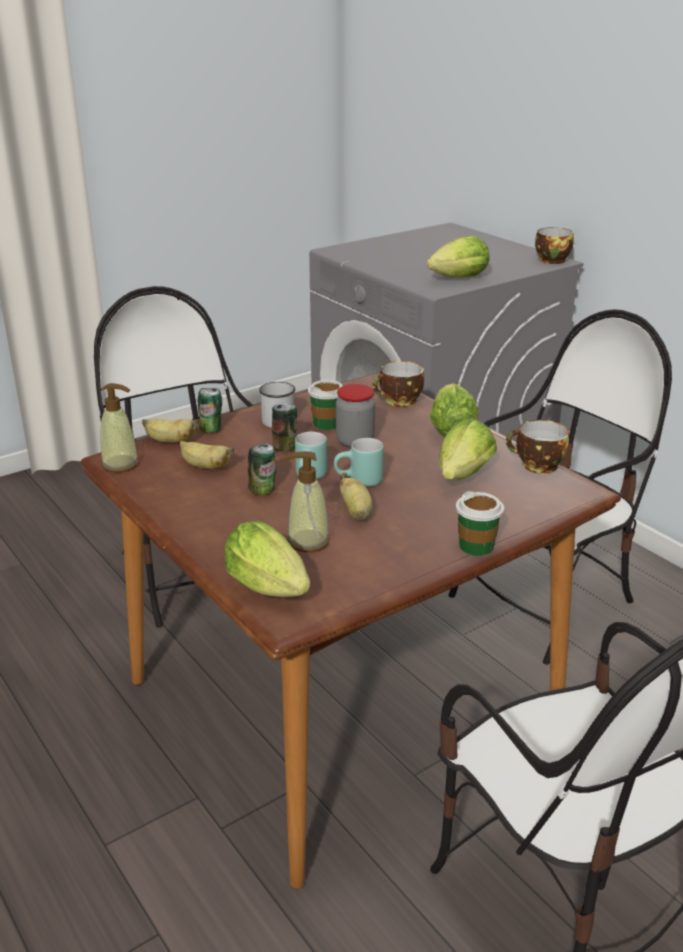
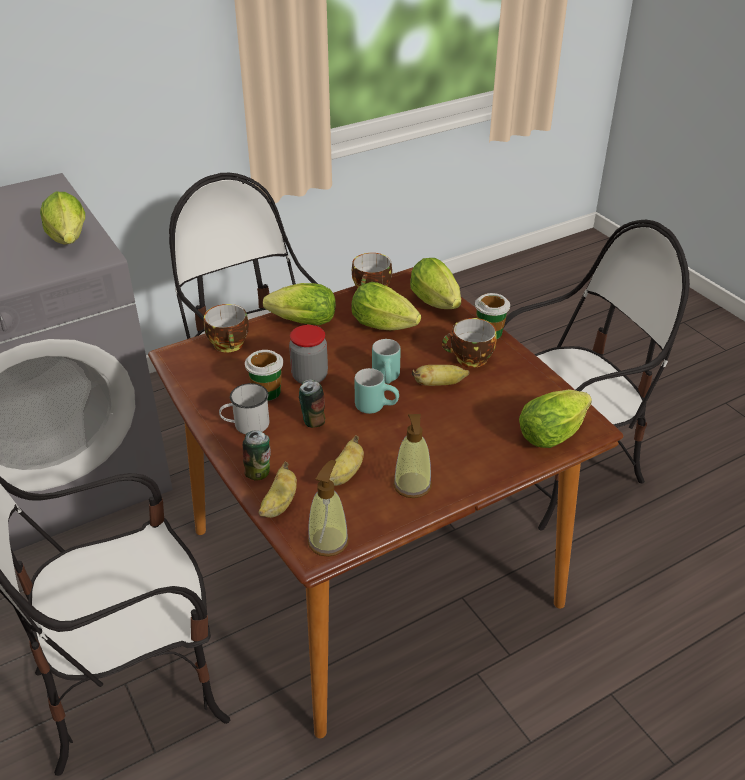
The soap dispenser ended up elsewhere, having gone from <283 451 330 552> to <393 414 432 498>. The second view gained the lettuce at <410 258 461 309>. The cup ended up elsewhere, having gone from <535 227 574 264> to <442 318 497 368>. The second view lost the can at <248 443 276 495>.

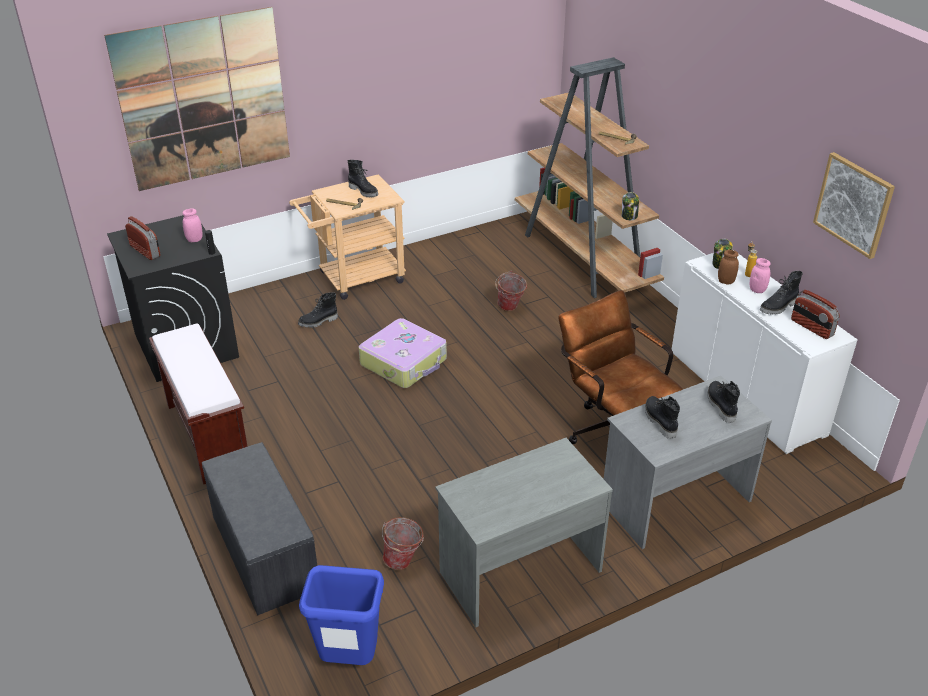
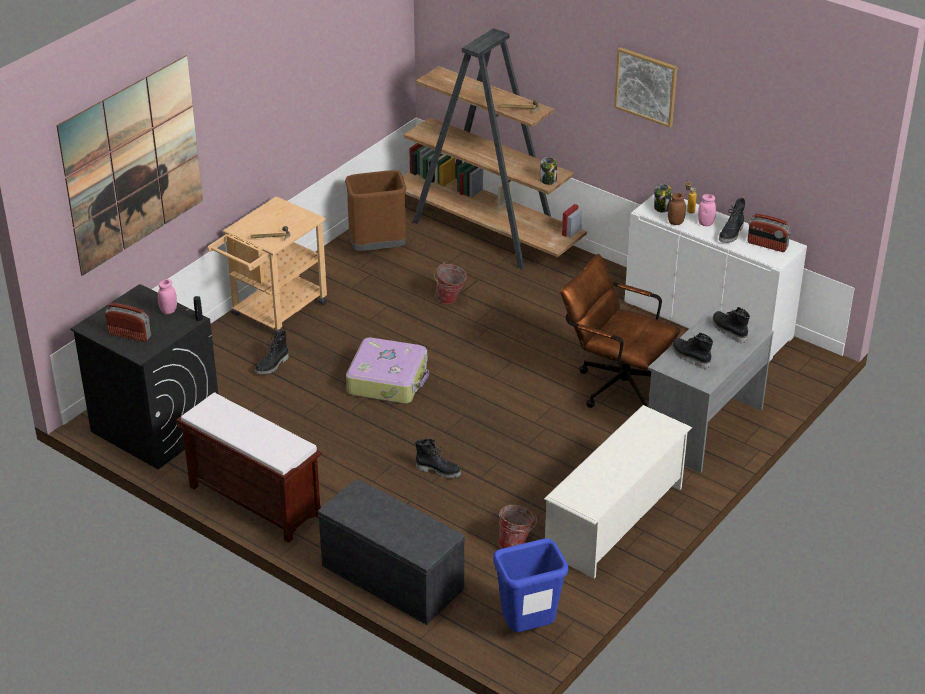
The second view gained the trash can (brown) at <345 170 407 251>. The boot (black) ended up elsewhere, having gone from <348 160 378 198> to <415 439 461 479>. Where the desk (grey) stood at <435 438 613 627>, the shoe rack (white) came to stand at <544 405 692 578>. The picture ended up elsewhere, having gone from <813 152 895 259> to <614 47 677 128>.

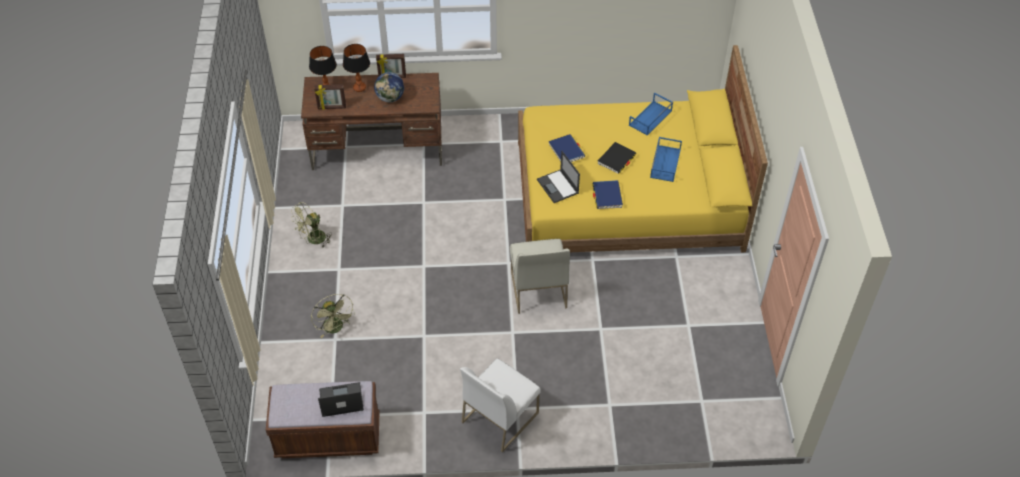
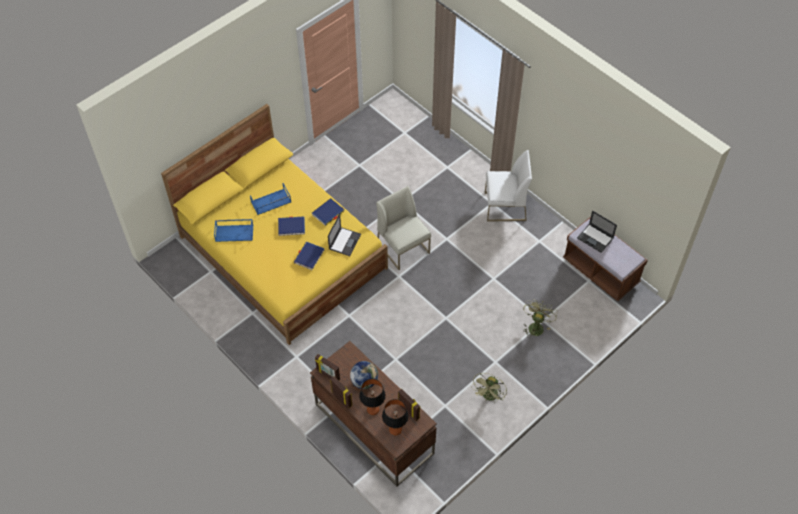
What was the book (black) at <598 142 636 174> turned into the book (blue) at <278 216 305 236>. The second view gained the picture frame at <315 354 340 381>. The chair (white) at <510 239 570 314> ended up facing another way, 75 degrees counterclockwise from before. The fan (green) at <291 202 331 248> ended up facing another way, 105 degrees clockwise from before.

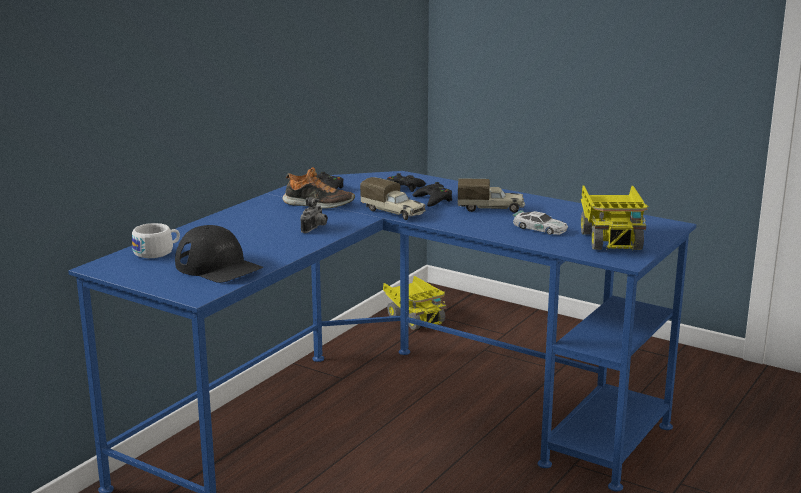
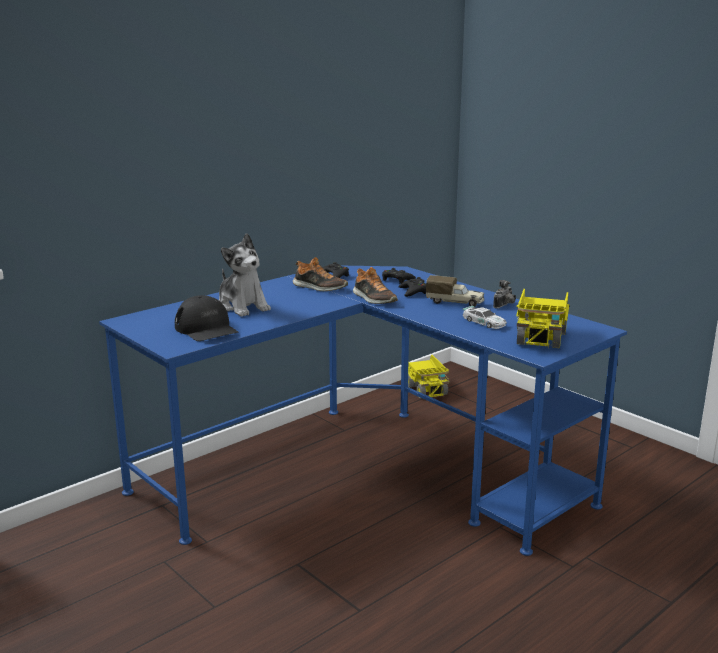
The second view gained the plush toy at <219 233 271 317>. Where the toy truck stood at <360 177 426 220>, the shoe came to stand at <353 267 398 304>. The photo camera ended up elsewhere, having gone from <301 197 327 233> to <493 280 516 308>. The second view lost the cup (white) at <132 223 180 258>.

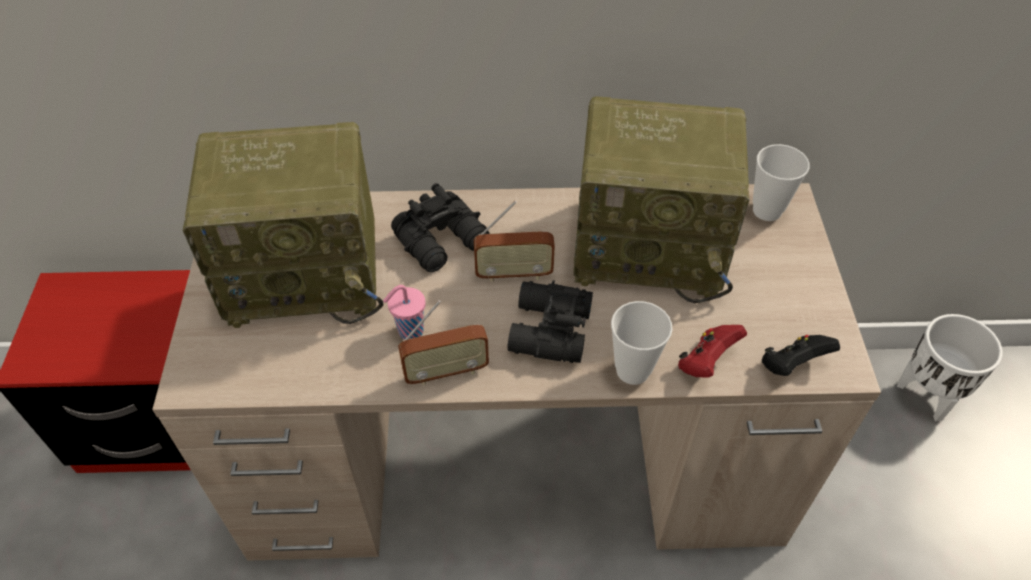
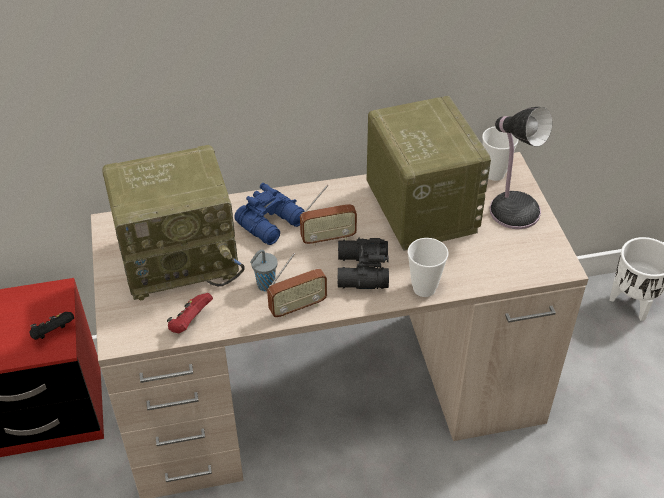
The game controller (black) ended up elsewhere, having gone from <762 335 840 376> to <29 312 74 340>. The game controller (red) ended up elsewhere, having gone from <678 325 747 377> to <167 293 213 333>. What was the binoculars (black) at <391 183 490 272> turned into the binoculars (blue) at <234 183 304 245>. What was the cup (pink) at <383 285 426 339> turned into the cup (grey) at <250 249 278 292>. The radio at <573 96 749 303> ended up facing another way, 105 degrees counterclockwise from before. The second view gained the table lamp at <490 107 552 229>.

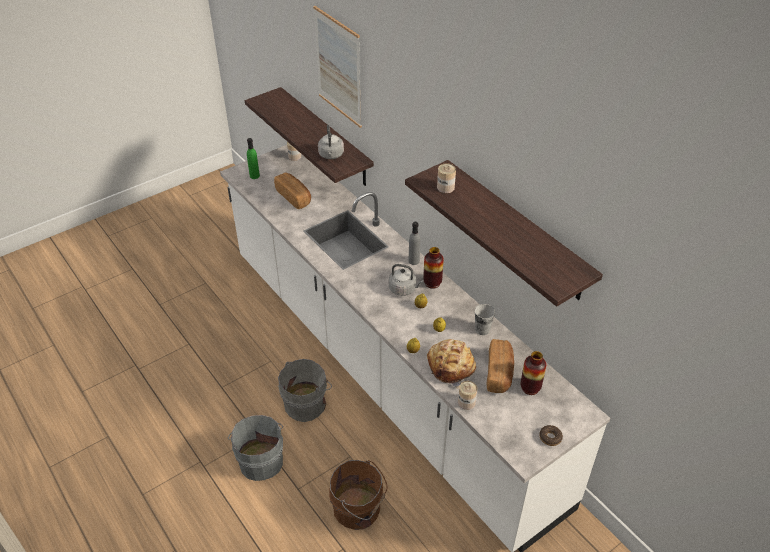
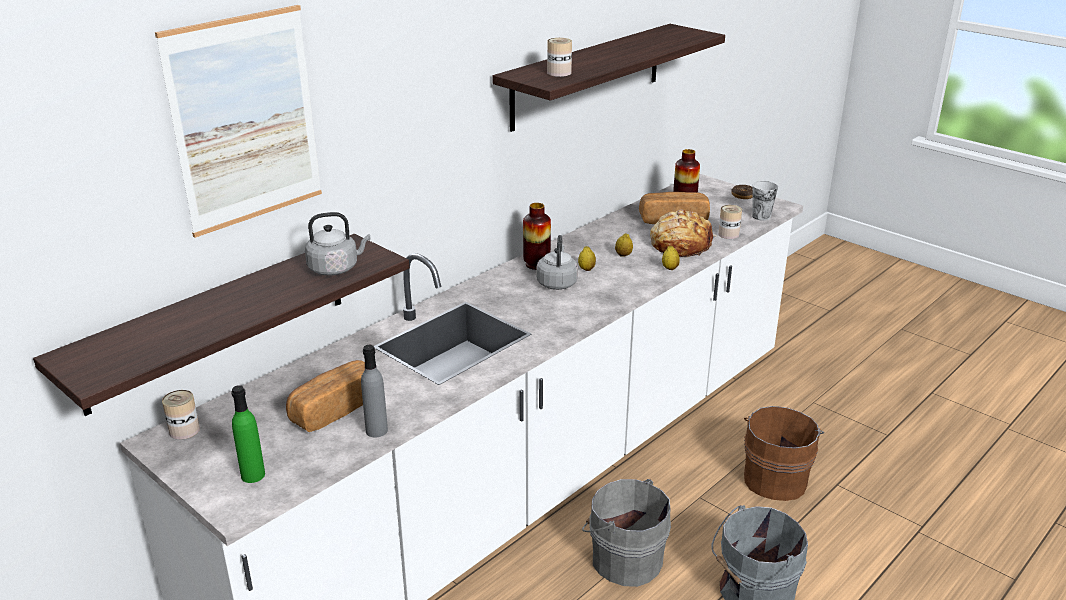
The bottle (grey) ended up elsewhere, having gone from <409 222 420 265> to <361 345 388 437>. The cup ended up elsewhere, having gone from <475 304 495 335> to <752 181 778 221>.

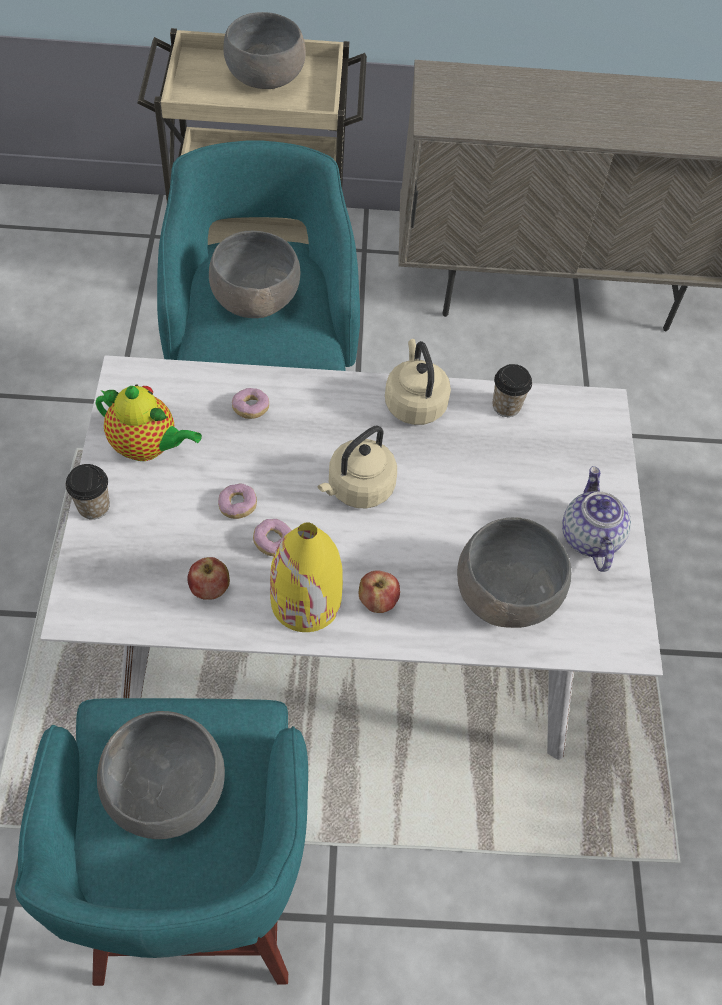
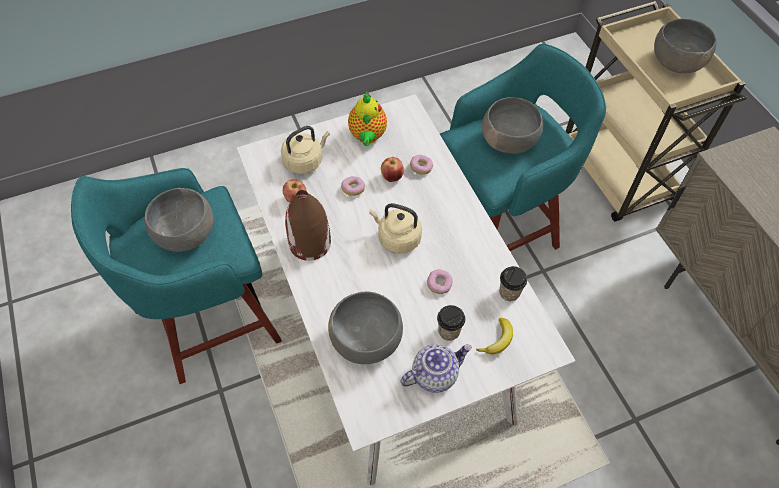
The kettle (beige) ended up elsewhere, having gone from <385 339 451 425> to <281 126 330 174>. What was the vase (yellow) at <270 522 343 632> turned into the vase (brown) at <285 190 331 261>. The apple ended up elsewhere, having gone from <359 570 400 613> to <381 157 404 182>. The donut ended up elsewhere, having gone from <253 519 292 556> to <427 269 453 294>. The cup ended up elsewhere, having gone from <66 464 110 520> to <437 305 465 341>. The second view gained the banana at <476 318 513 354>.

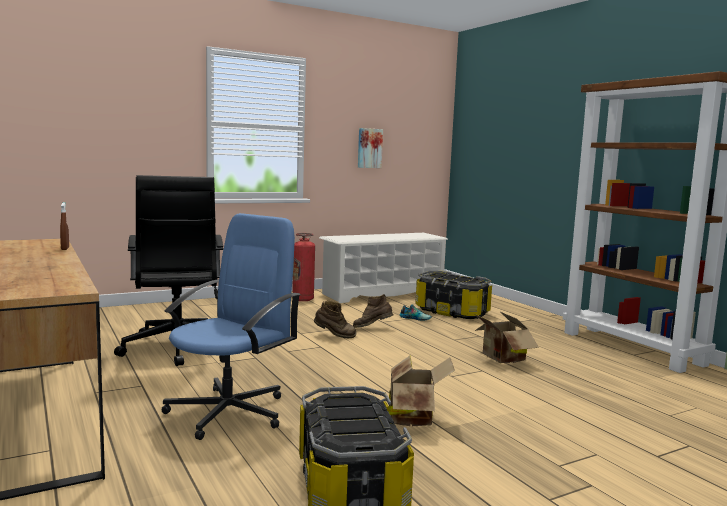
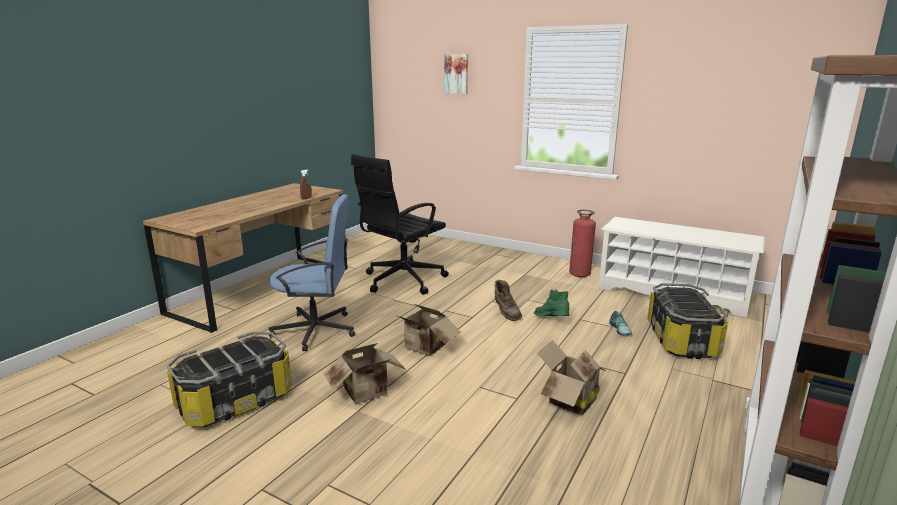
The second view gained the cardboard box at <393 304 461 356>. The picture ended up elsewhere, having gone from <358 128 383 168> to <444 54 468 94>. What was the boot (brown) at <353 294 394 328> turned into the boot (green) at <534 289 569 317>.

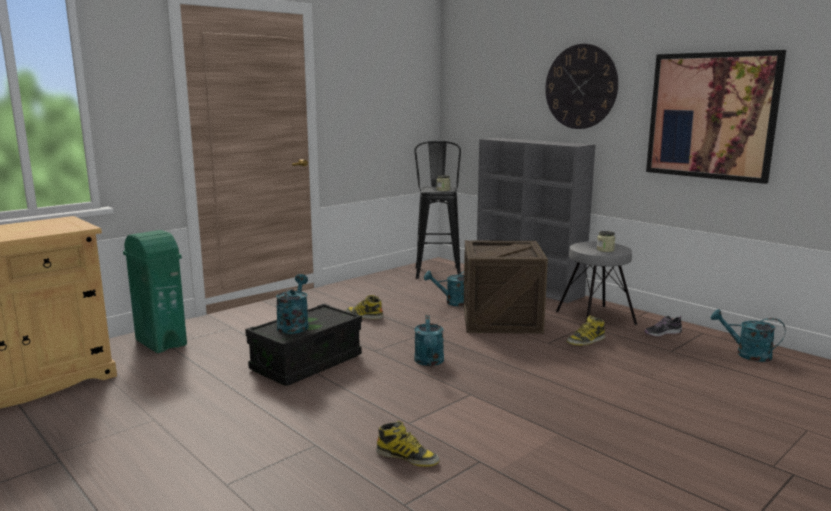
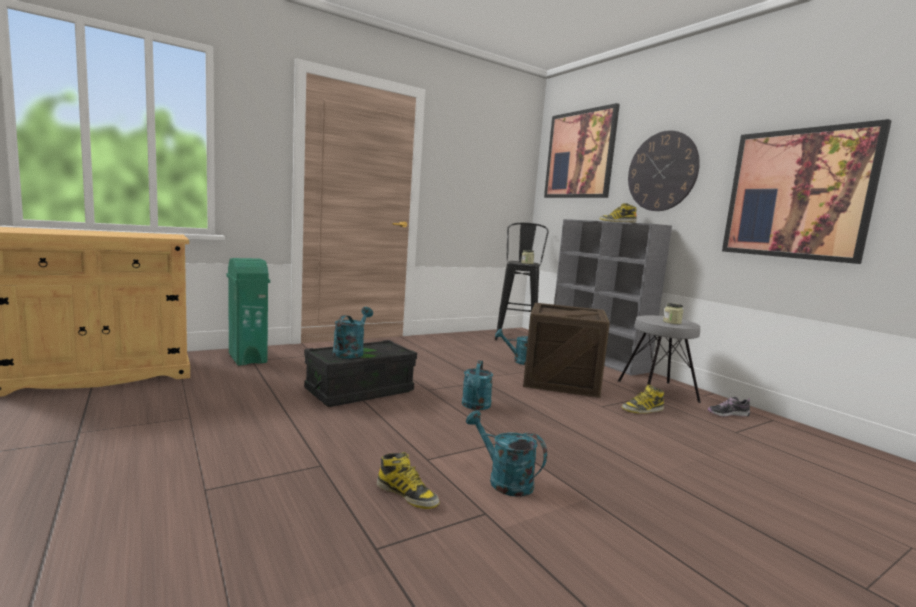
The watering can (turquoise) ended up elsewhere, having gone from <711 309 786 362> to <466 410 547 497>. The second view gained the picture at <544 103 620 198>. The boot ended up elsewhere, having gone from <345 295 384 319> to <600 203 637 222>.

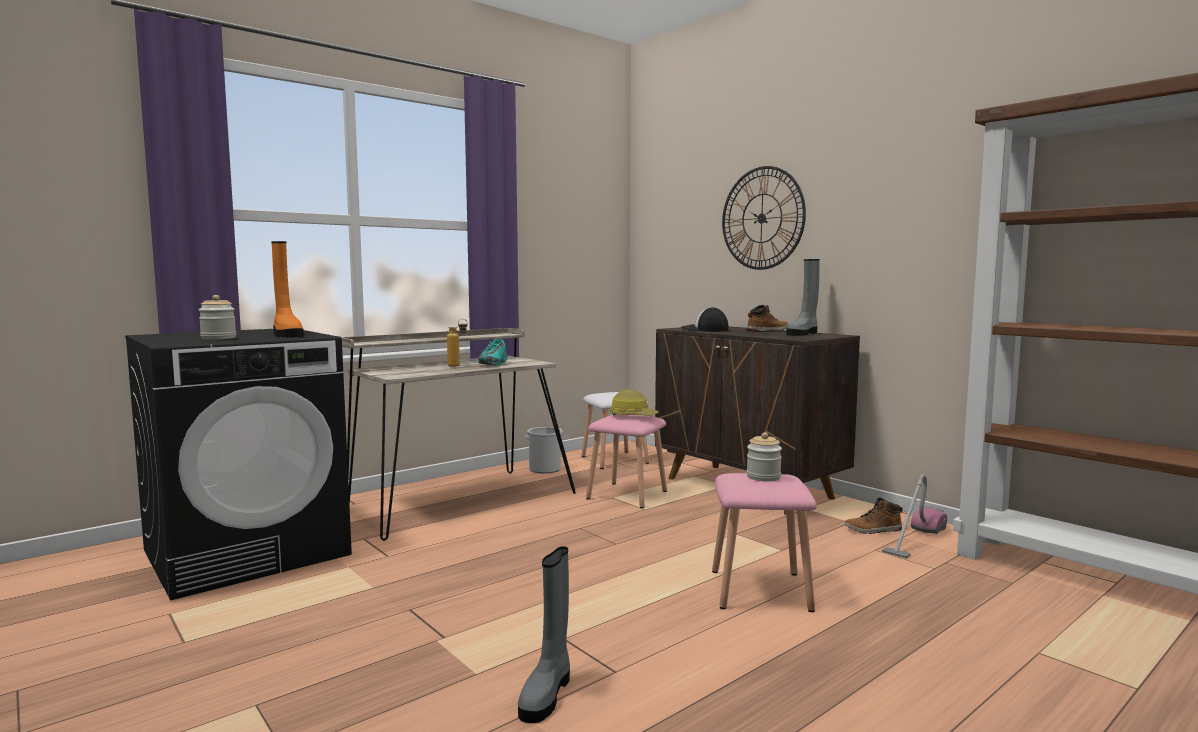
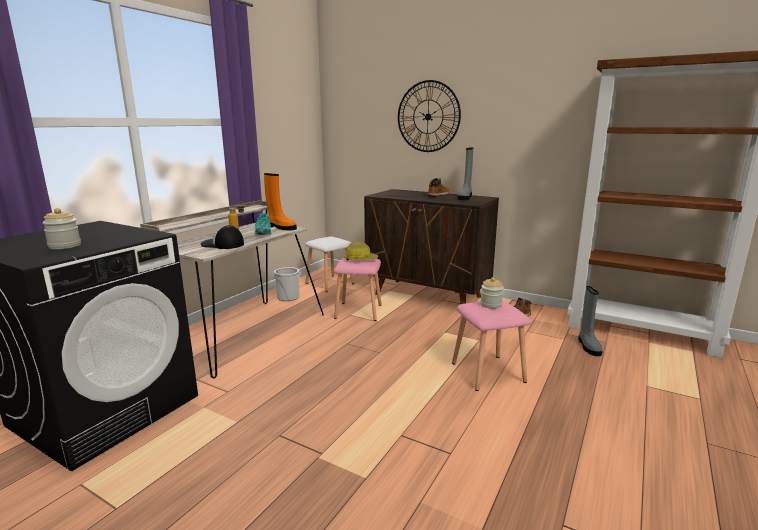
The cap ended up elsewhere, having gone from <680 307 729 332> to <201 225 244 249>. The boot (orange) ended up elsewhere, having gone from <271 241 304 337> to <264 173 297 230>. The boot (grey) ended up elsewhere, having gone from <518 546 570 723> to <578 286 603 356>. The second view lost the vacuum cleaner at <882 474 947 559>.

